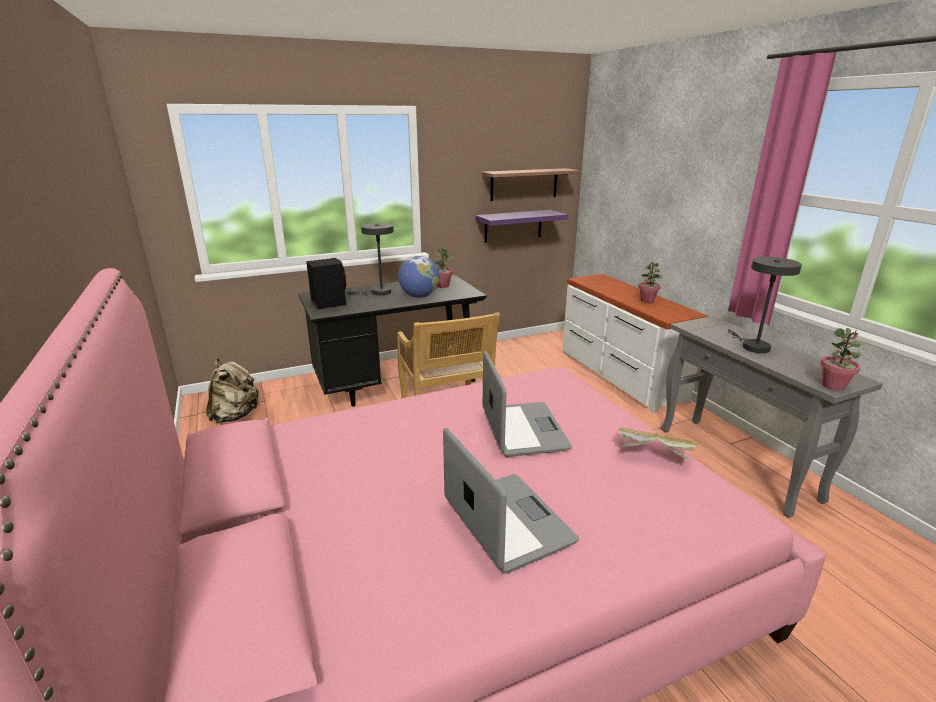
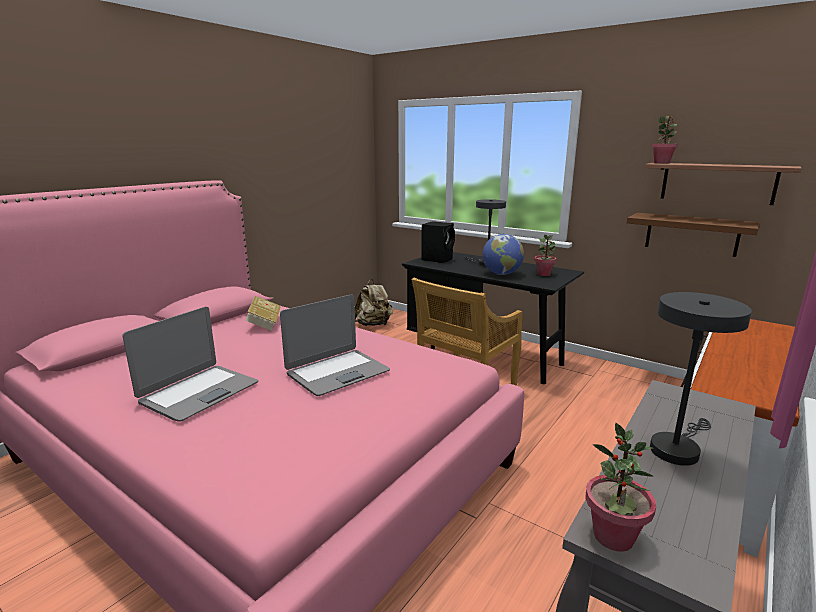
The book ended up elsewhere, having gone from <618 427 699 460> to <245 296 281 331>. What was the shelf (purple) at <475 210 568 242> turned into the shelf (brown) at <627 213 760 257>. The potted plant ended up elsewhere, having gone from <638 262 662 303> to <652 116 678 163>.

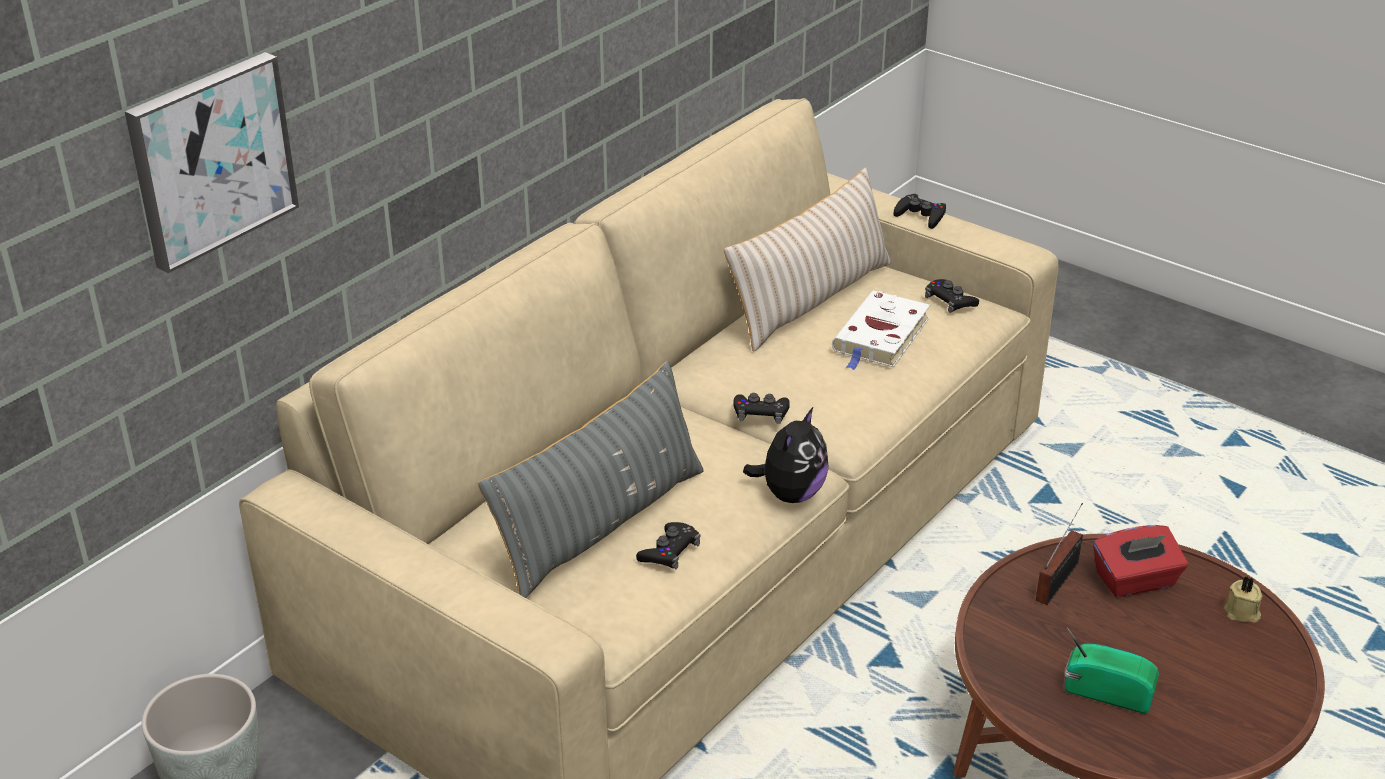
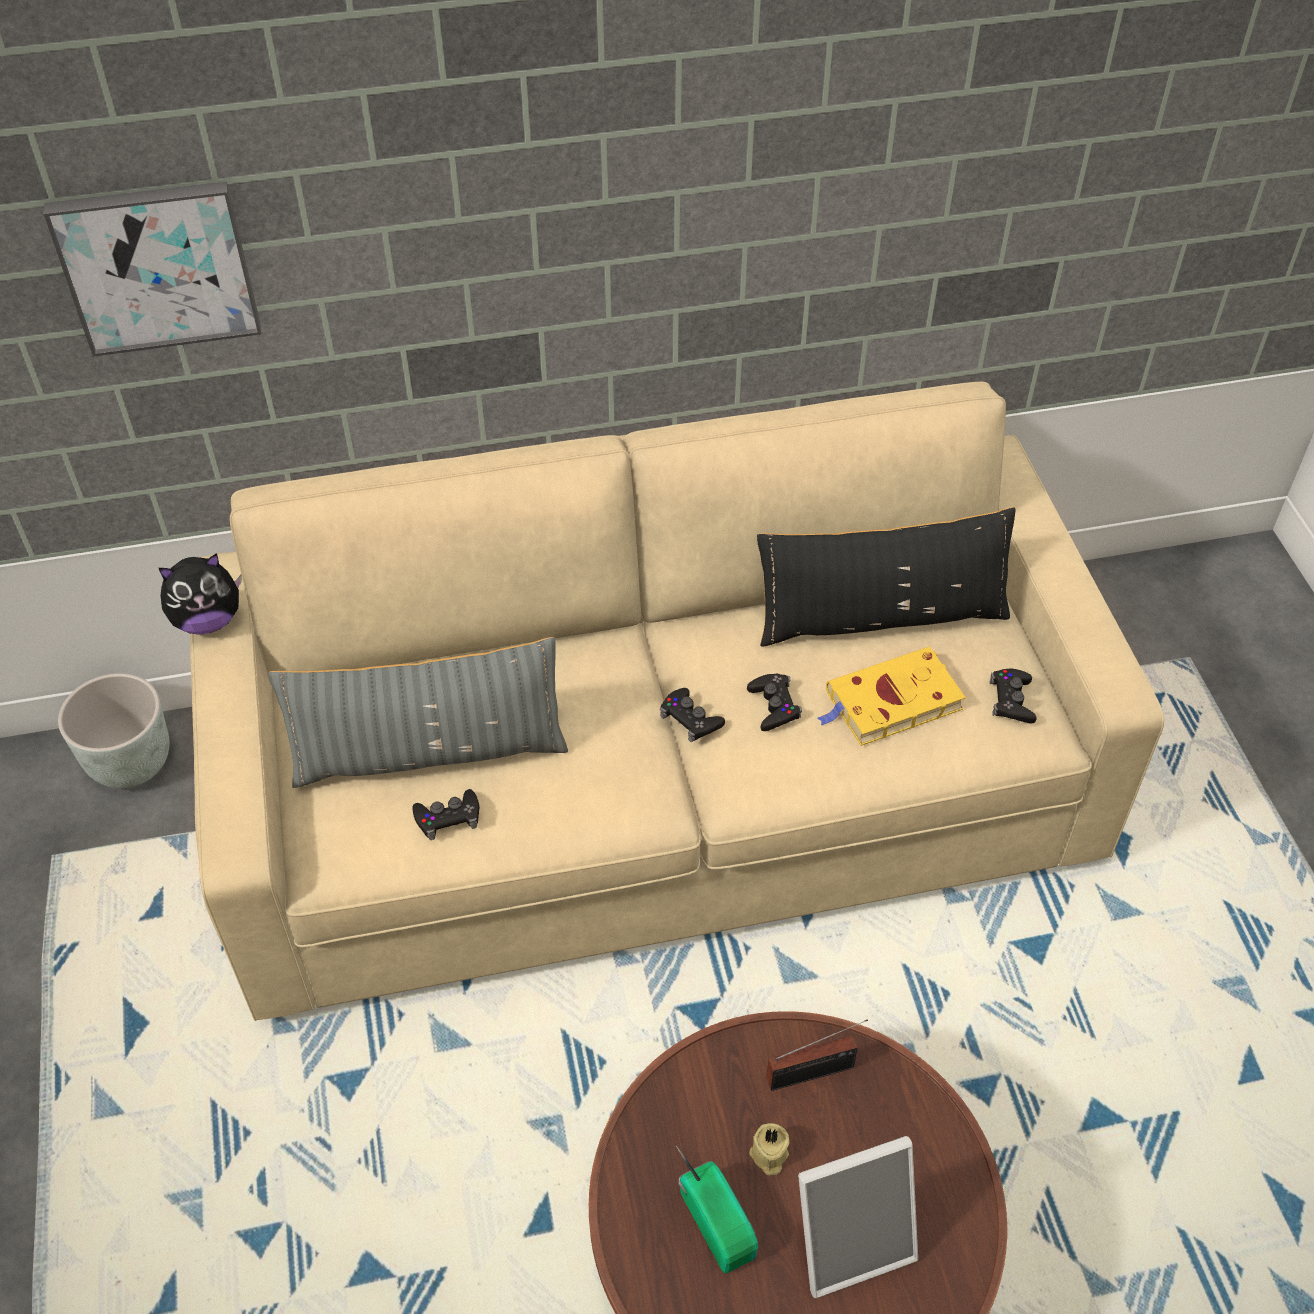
The plush toy ended up elsewhere, having gone from <743 407 829 503> to <159 553 241 635>. The game controller (black) ended up elsewhere, having gone from <894 194 946 229> to <747 673 802 731>. The candle (beige) ended up elsewhere, having gone from <1224 576 1262 623> to <749 1123 789 1175>. What was the pillow (beige) at <724 167 891 352> turned into the pillow (black) at <757 507 1016 647>. The second view gained the picture frame at <798 1136 918 1298>. What was the book (white) at <832 290 930 370> turned into the book (yellow) at <817 647 966 746>. The second view lost the tissue box (red) at <1093 525 1188 597>.

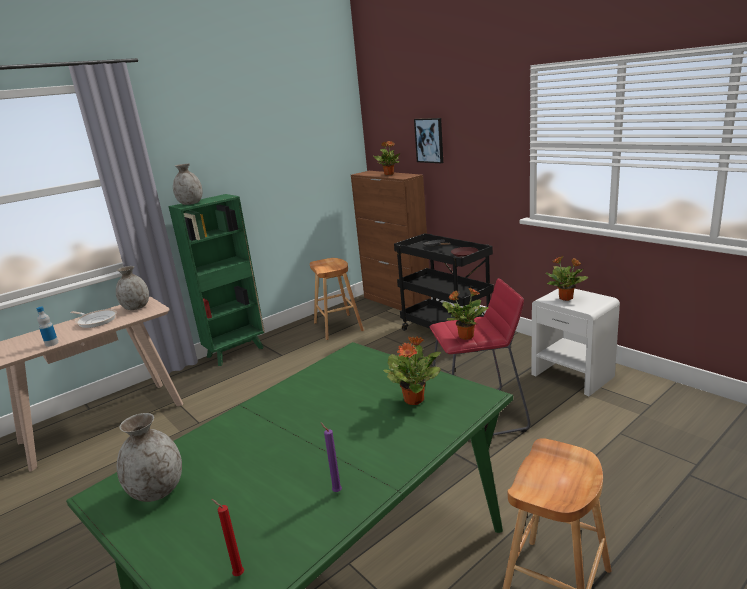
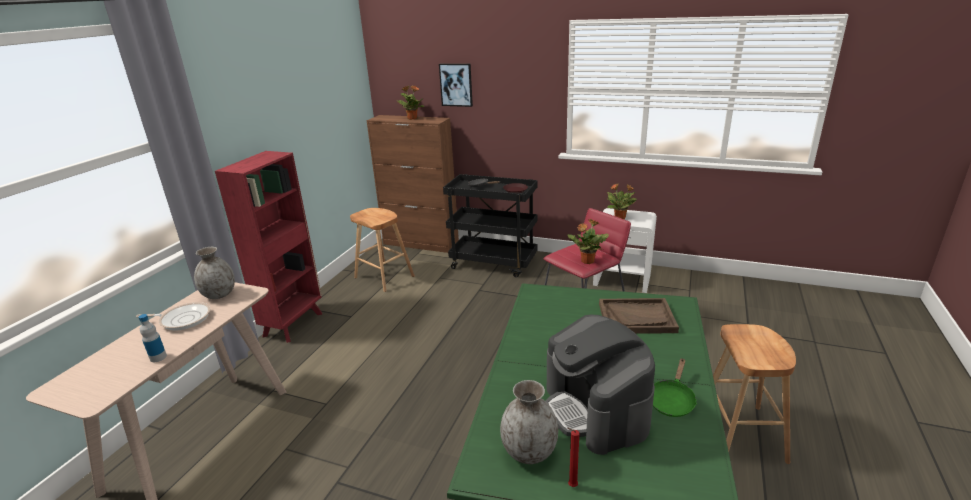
What was the bookcase (green) at <169 194 265 366> turned into the bookcase (red) at <215 151 322 343>. The second view gained the coffee machine at <546 315 655 455>. The candle (red) ended up elsewhere, having gone from <211 499 244 576> to <567 428 579 487>. Where the potted plant stood at <383 336 441 405>, the tray (brown) came to stand at <599 298 679 334>. Where the candle (purple) stood at <320 422 342 492>, the frying pan (green) came to stand at <653 358 697 417>. The second view lost the vase (grey) at <173 164 203 205>.

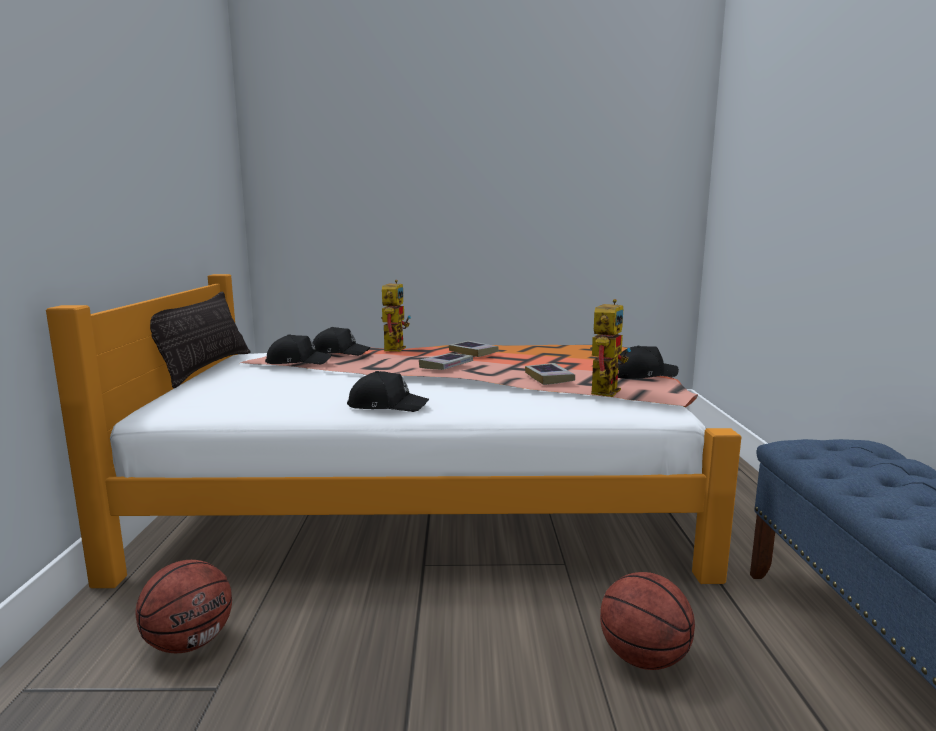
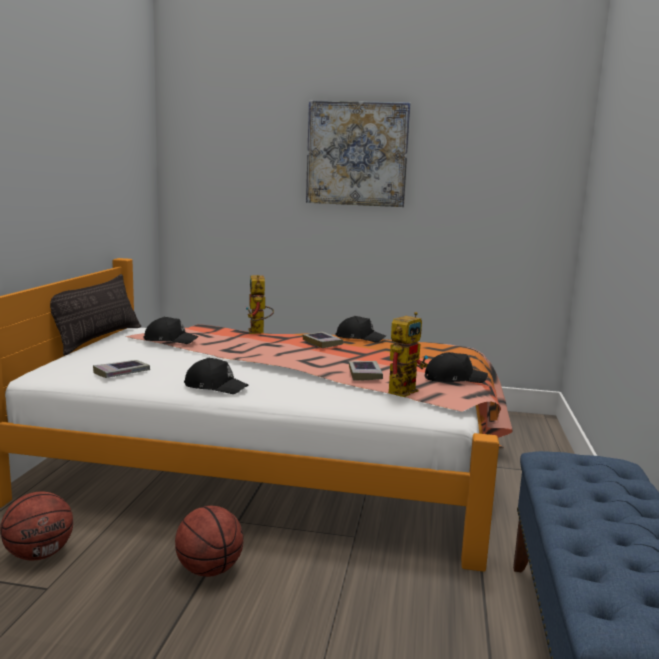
The book ended up elsewhere, having gone from <419 353 473 370> to <93 360 150 378>. The basketball ended up elsewhere, having gone from <600 572 695 670> to <175 506 243 577>. The toy robot at <381 280 411 352> ended up facing another way, 150 degrees clockwise from before. The second view gained the picture at <306 100 411 207>. The cap (black) ended up elsewhere, having gone from <313 327 370 356> to <335 316 386 342>.

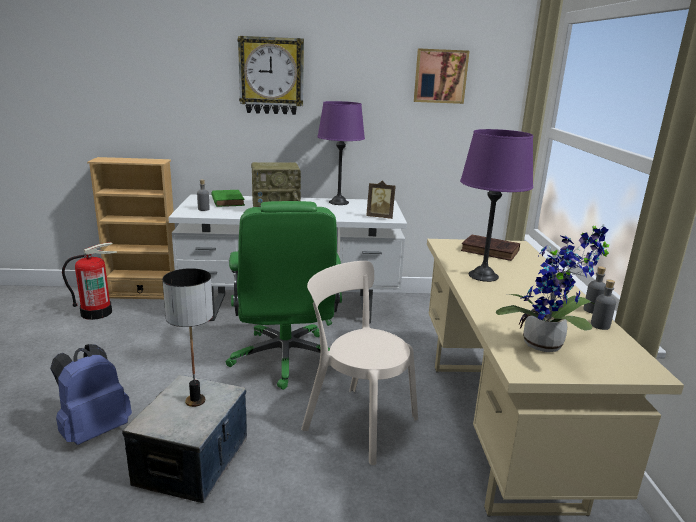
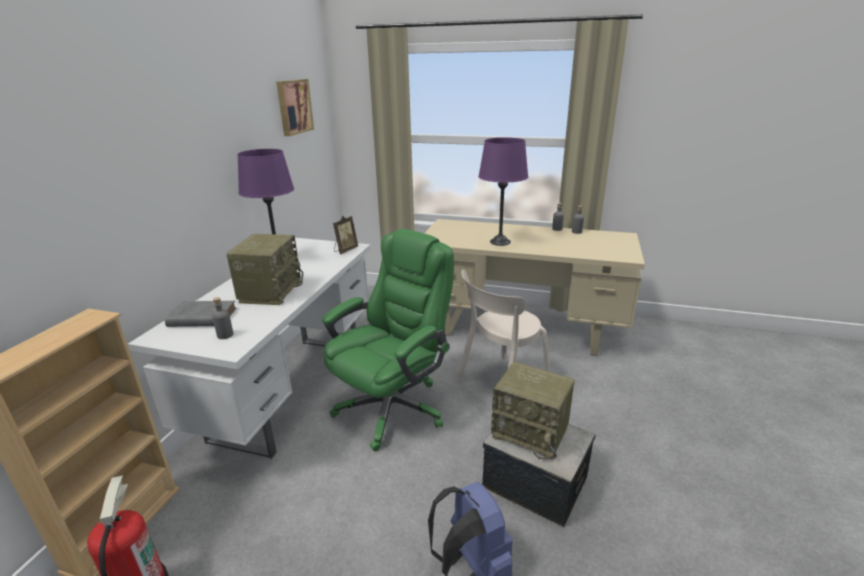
What was the book (green) at <212 190 245 207> turned into the book (grey) at <165 301 236 327>. The office chair (green) at <226 201 342 390> ended up facing another way, 60 degrees counterclockwise from before. Where the table lamp stood at <162 268 213 407>, the radio came to stand at <491 362 575 460>. The second view lost the wall clock at <238 36 304 115>. The second view lost the book (brown) at <461 234 520 261>. The second view lost the potted plant at <496 224 609 352>.

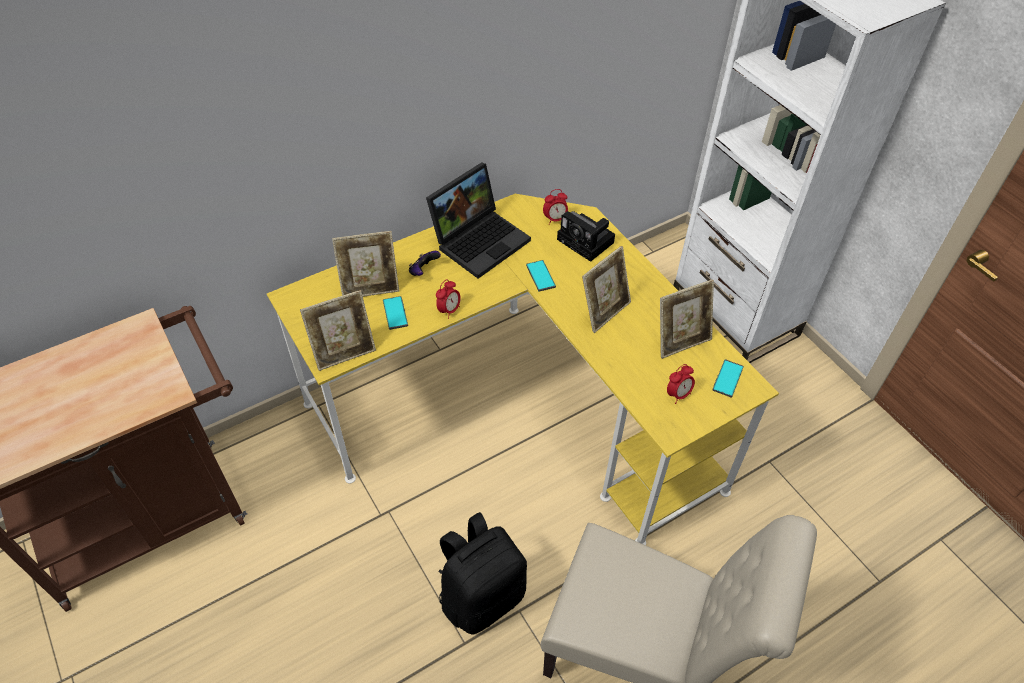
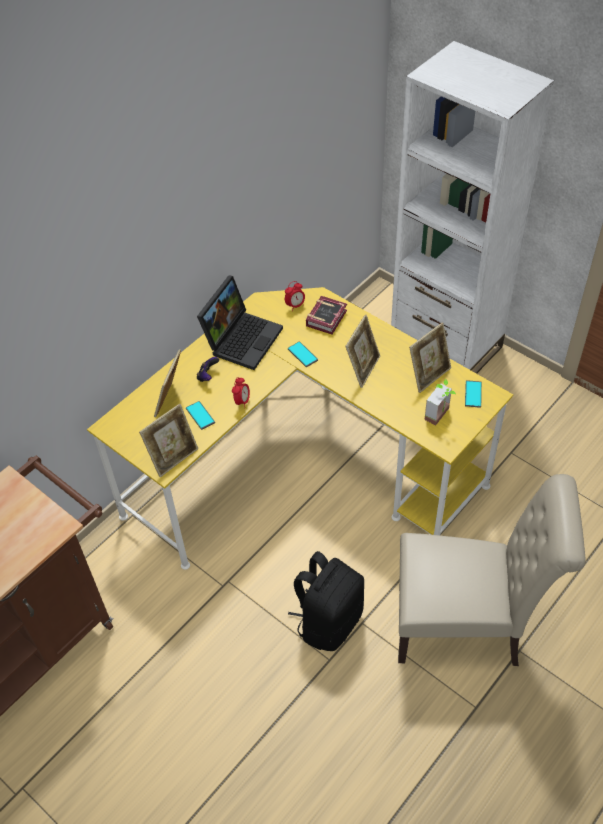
The picture frame at <332 231 399 297> ended up facing another way, 135 degrees clockwise from before. Where the photo camera stood at <557 211 615 262>, the book came to stand at <306 296 347 334>. Where the alarm clock stood at <667 364 695 404>, the potted plant came to stand at <425 379 456 425>.

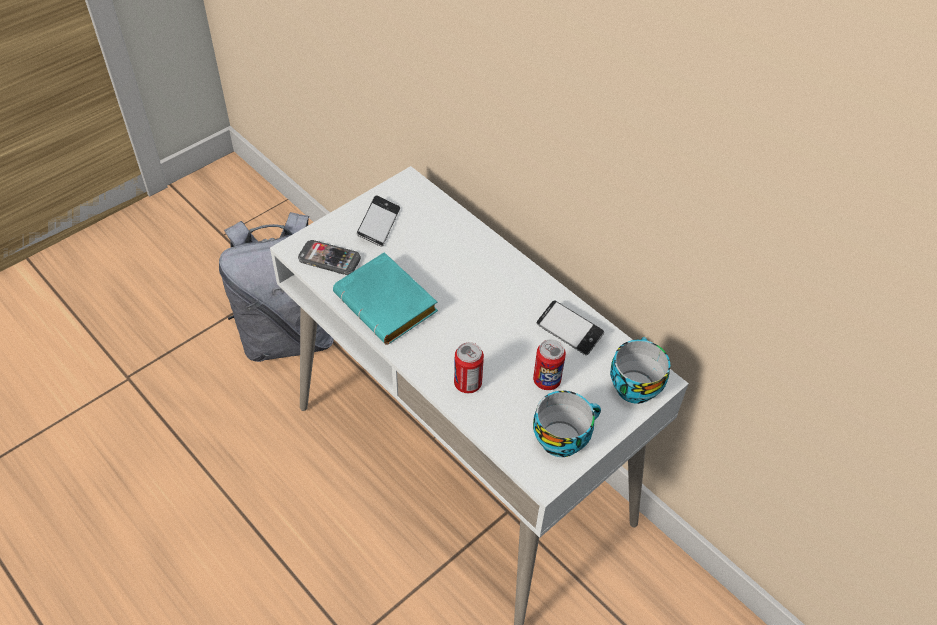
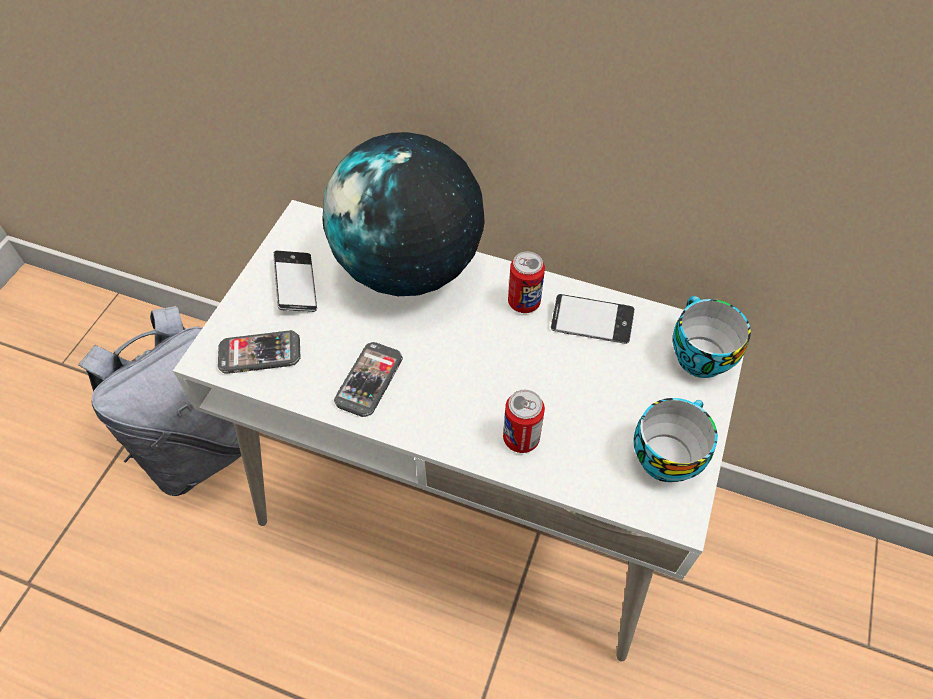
The second view gained the globe at <322 132 485 296>. Where the book (turquoise) stood at <333 252 438 345>, the phone came to stand at <334 342 403 417>. The can ended up elsewhere, having gone from <533 340 566 390> to <508 252 545 313>.

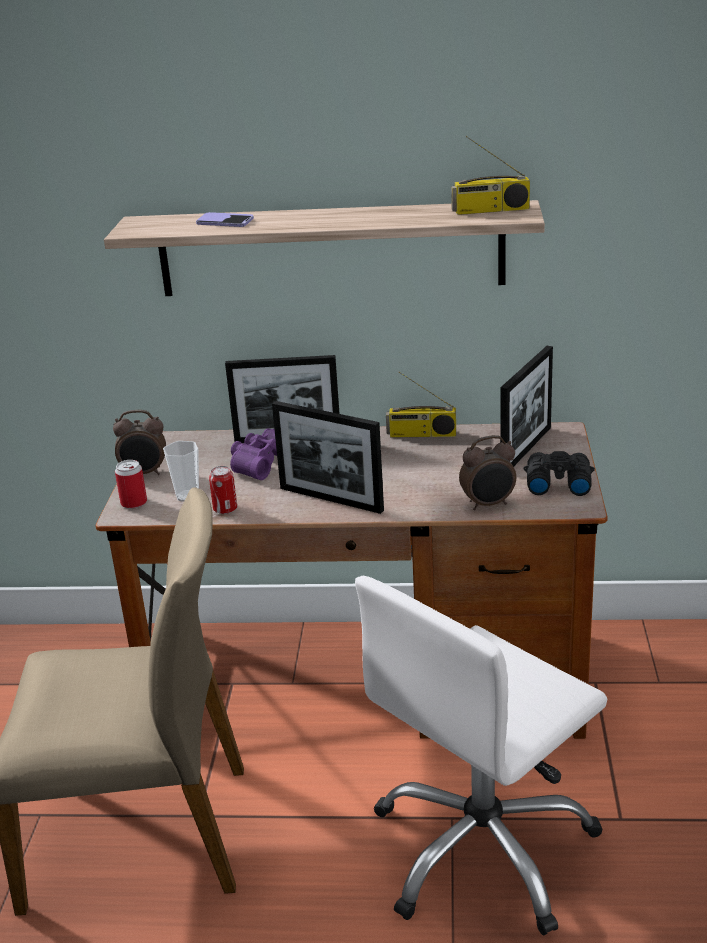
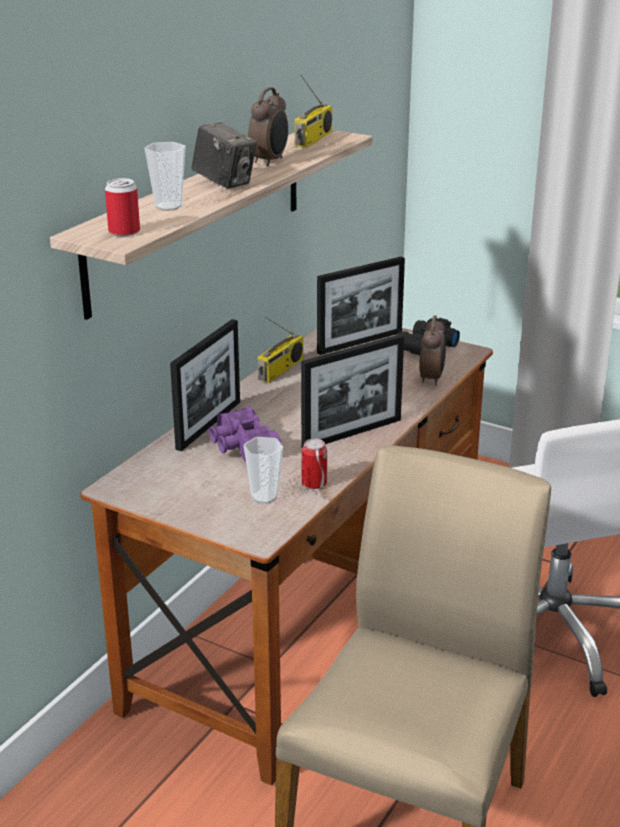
The can ended up elsewhere, having gone from <115 460 147 509> to <105 178 140 236>. Where the phone stood at <196 212 254 227>, the cup came to stand at <145 142 186 211>. The second view gained the photo camera at <191 122 257 189>. The alarm clock ended up elsewhere, having gone from <113 410 166 475> to <248 87 288 166>. The picture frame at <500 346 553 467> ended up facing another way, 90 degrees clockwise from before.

